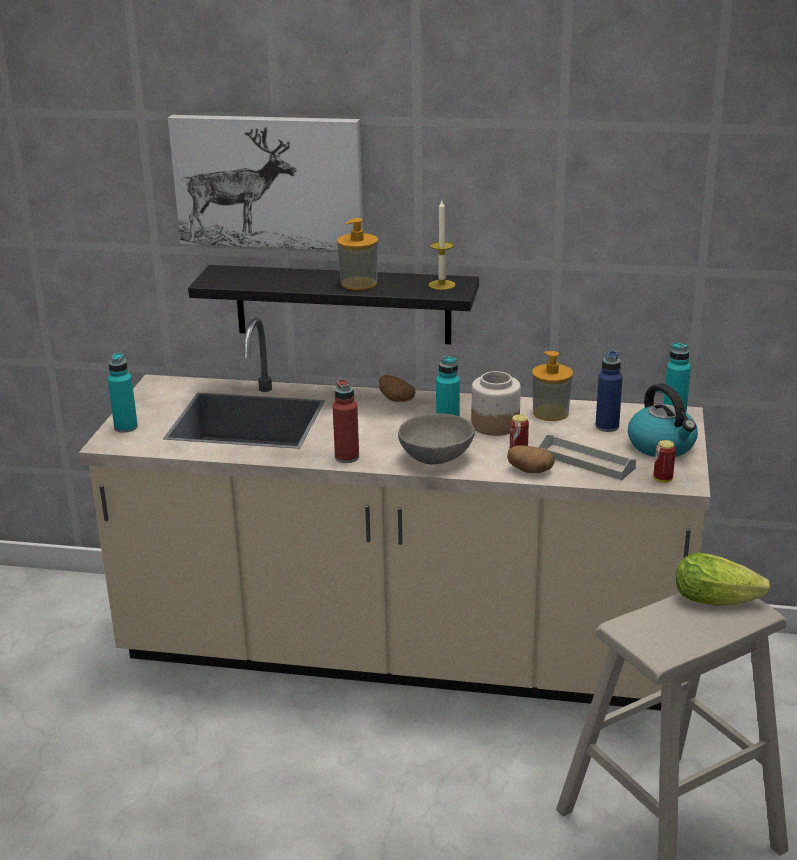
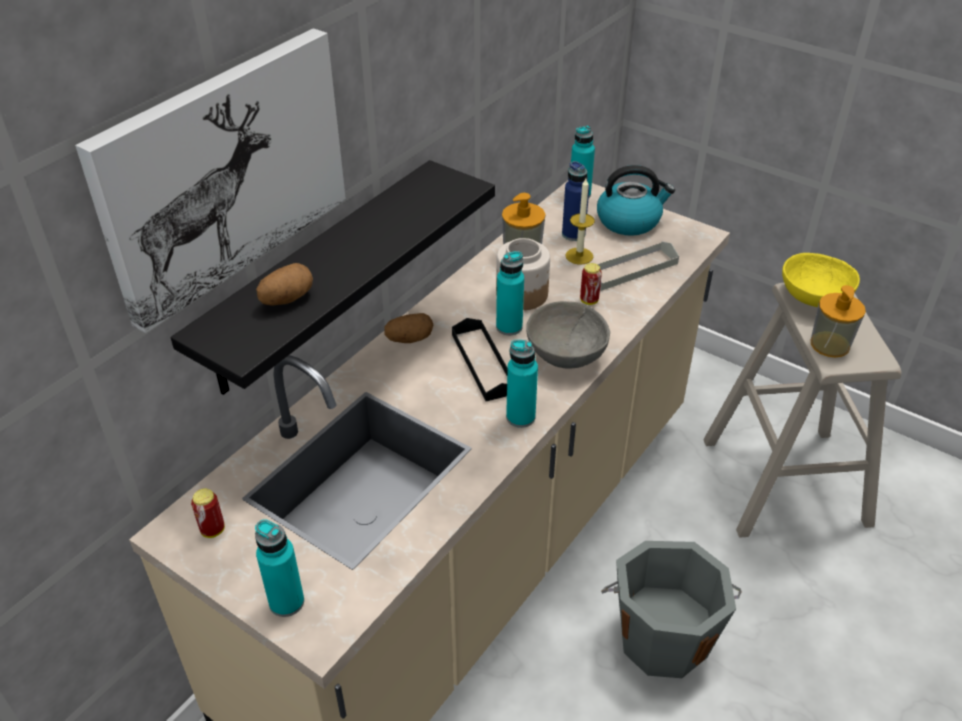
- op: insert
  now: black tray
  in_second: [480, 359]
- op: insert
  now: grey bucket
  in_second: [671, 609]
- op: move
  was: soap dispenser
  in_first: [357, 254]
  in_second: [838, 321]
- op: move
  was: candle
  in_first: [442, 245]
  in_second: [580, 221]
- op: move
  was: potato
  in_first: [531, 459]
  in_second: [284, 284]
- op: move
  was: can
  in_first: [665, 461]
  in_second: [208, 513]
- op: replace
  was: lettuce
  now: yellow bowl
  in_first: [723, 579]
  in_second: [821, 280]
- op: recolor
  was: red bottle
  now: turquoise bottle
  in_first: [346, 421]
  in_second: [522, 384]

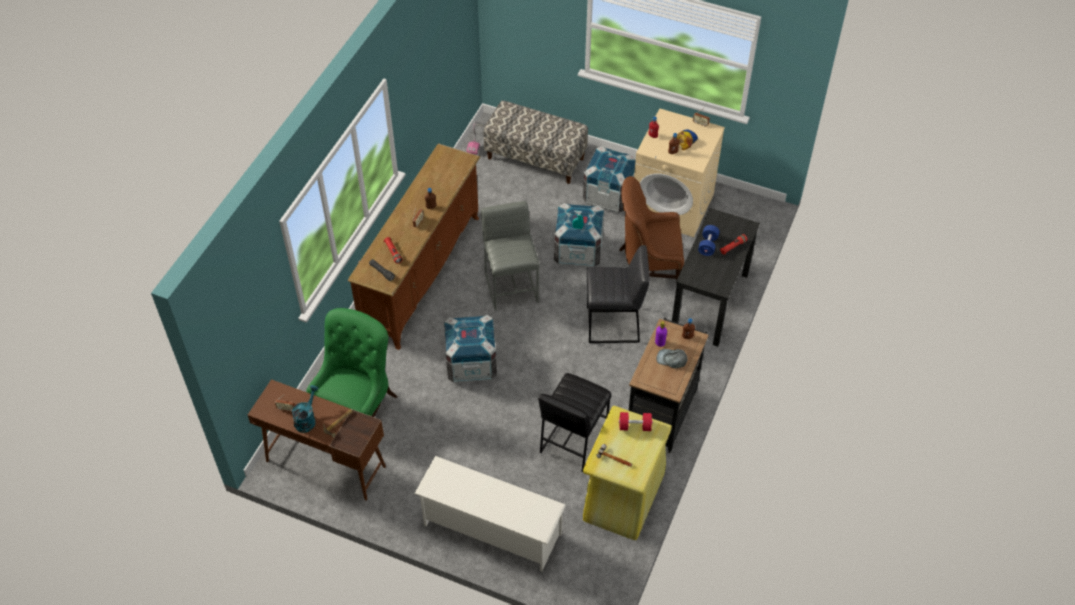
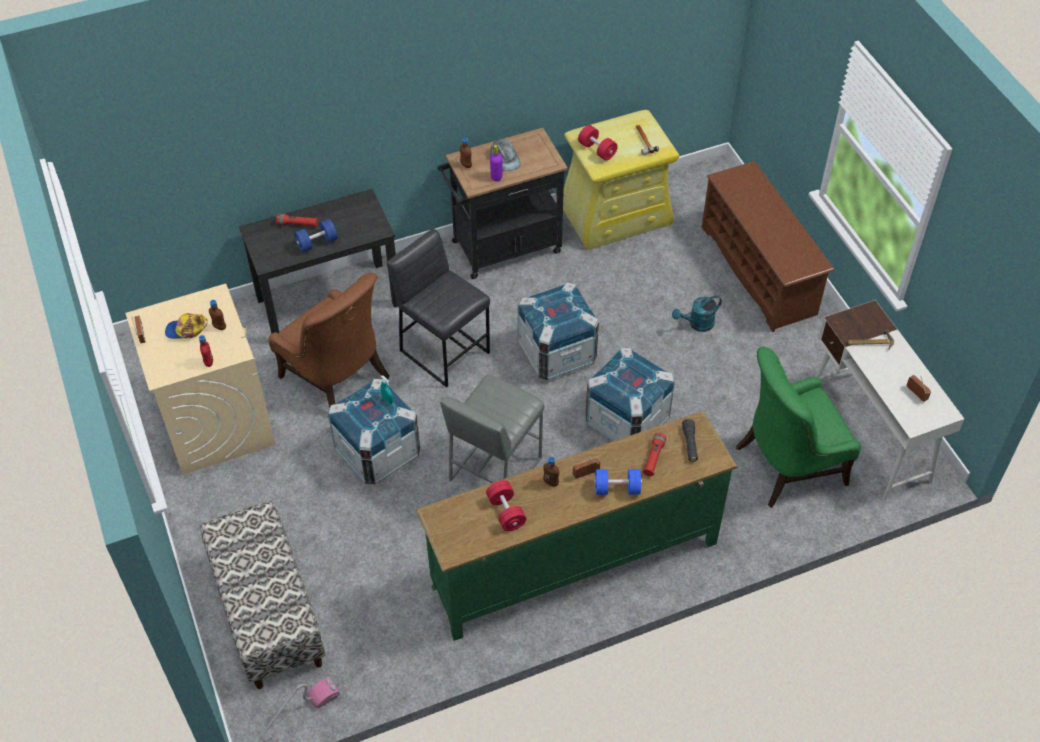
- op: delete
  was: black stool
  in_first: [574, 422]
- op: insert
  now: red dumbbell
  in_second: [506, 505]
- op: insert
  now: blue dumbbell
  in_second: [618, 482]
- op: move
  was: turquoise watering can
  in_first: [305, 409]
  in_second: [697, 313]
- op: move
  was: crate
  in_first: [609, 179]
  in_second: [558, 331]
- op: recolor
  was: brown desk
  now: white desk
  in_first: [317, 439]
  in_second: [889, 400]
- op: recolor
  was: brown cabinet
  now: green cabinet
  in_first: [414, 246]
  in_second: [576, 526]
- op: recolor
  was: white shoe rack
  now: brown shoe rack
  in_first: [490, 513]
  in_second: [768, 246]

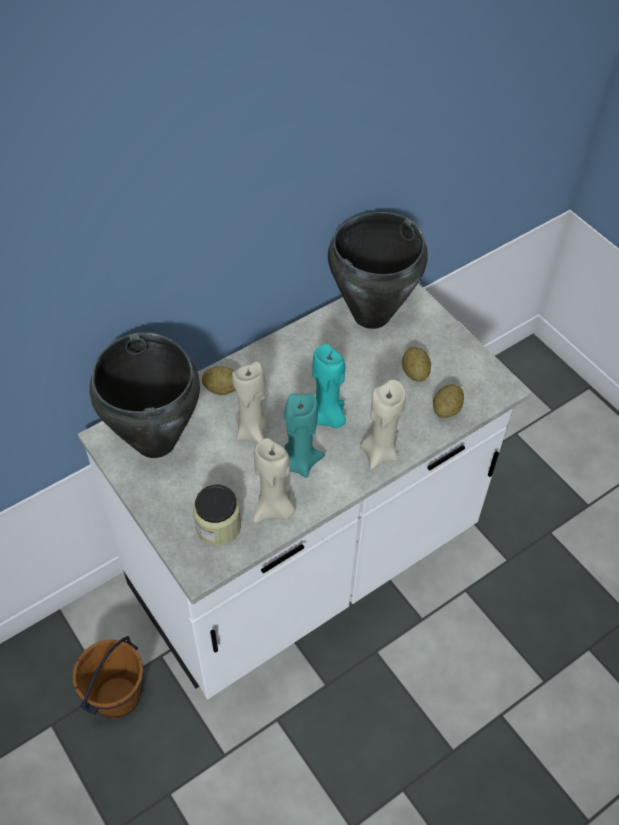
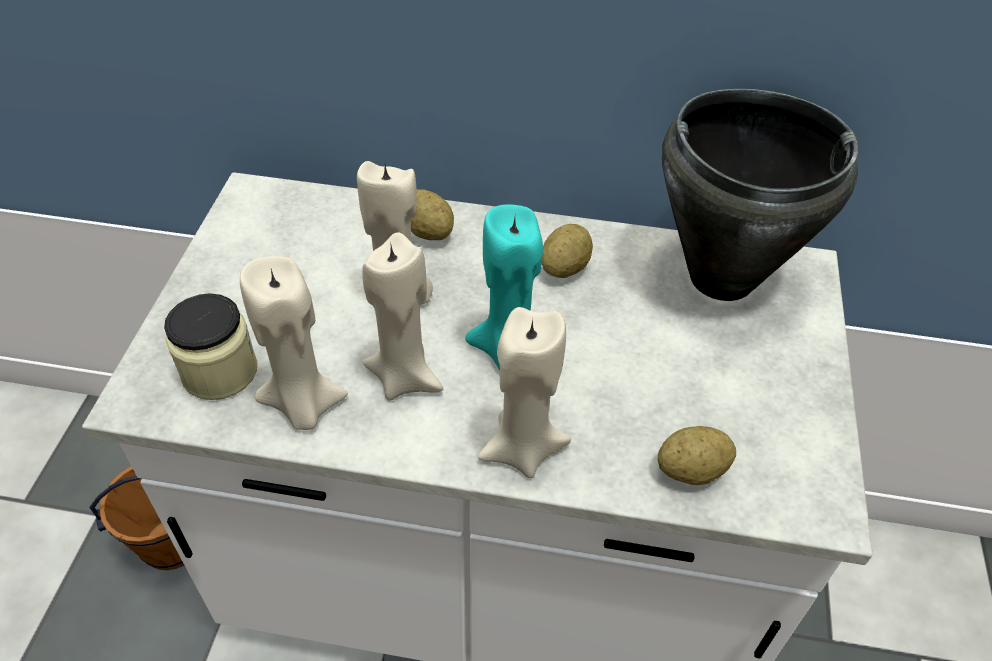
- op: delete
  was: black cooking pot
  in_first: [144, 395]
- op: move
  was: potato
  in_first: [416, 364]
  in_second: [567, 251]
- op: recolor
  was: turquoise candle
  now: beige candle
  in_first: [304, 435]
  in_second: [402, 316]

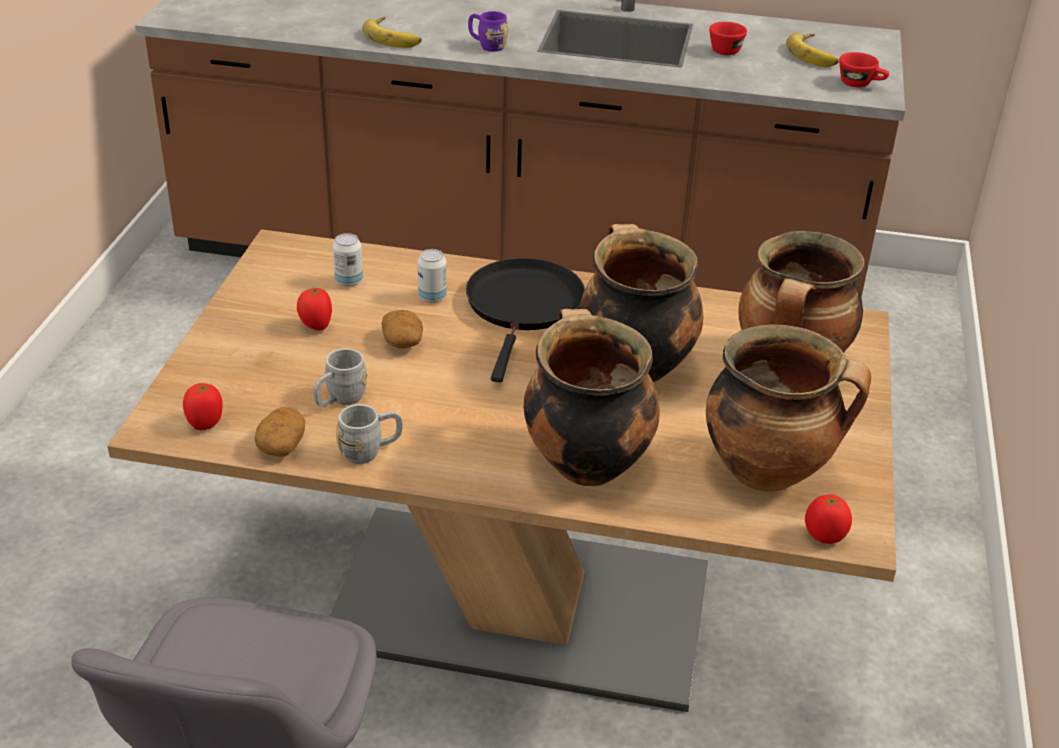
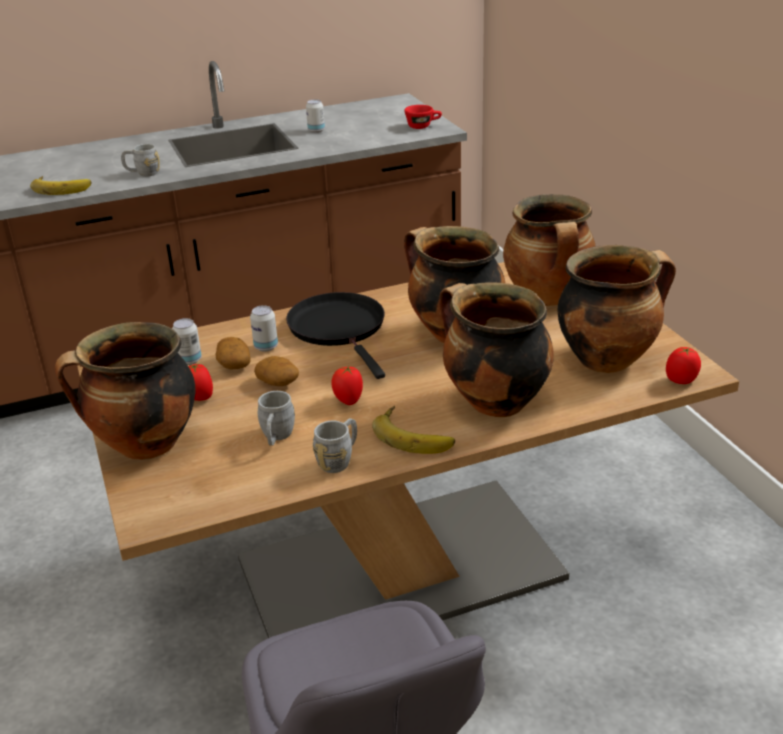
- op: insert
  now: cooking pot
  in_second: [125, 391]
- op: move
  was: tomato
  in_first: [203, 406]
  in_second: [347, 385]
- op: move
  was: potato
  in_first: [280, 432]
  in_second: [233, 353]
- op: move
  was: banana
  in_first: [812, 50]
  in_second: [413, 430]
- op: replace
  was: red cup
  now: can
  in_first: [728, 38]
  in_second: [315, 116]
- op: recolor
  was: purple mug
  now: grey mug
  in_first: [488, 31]
  in_second: [140, 160]

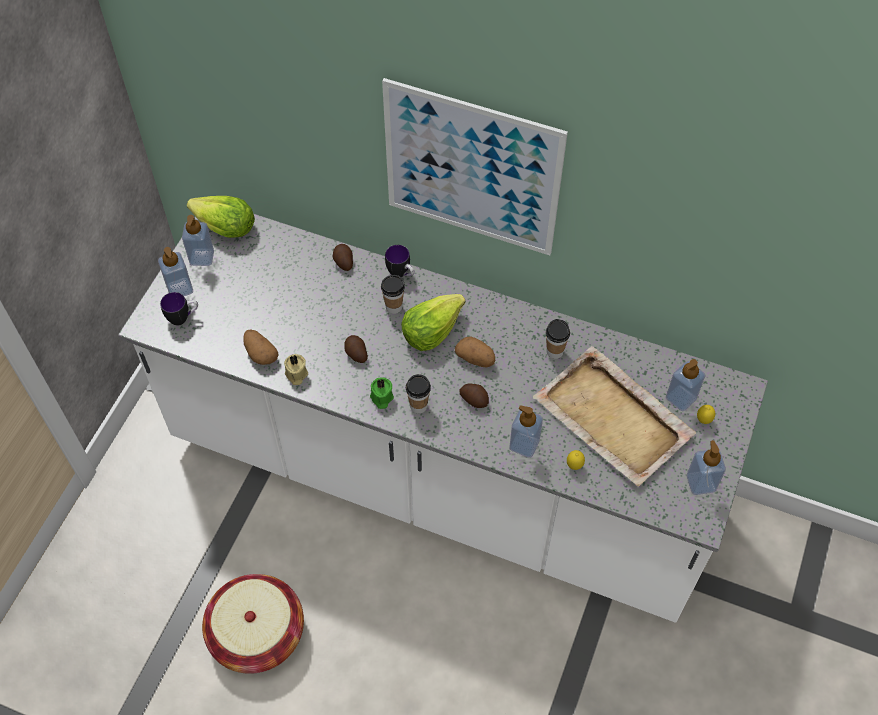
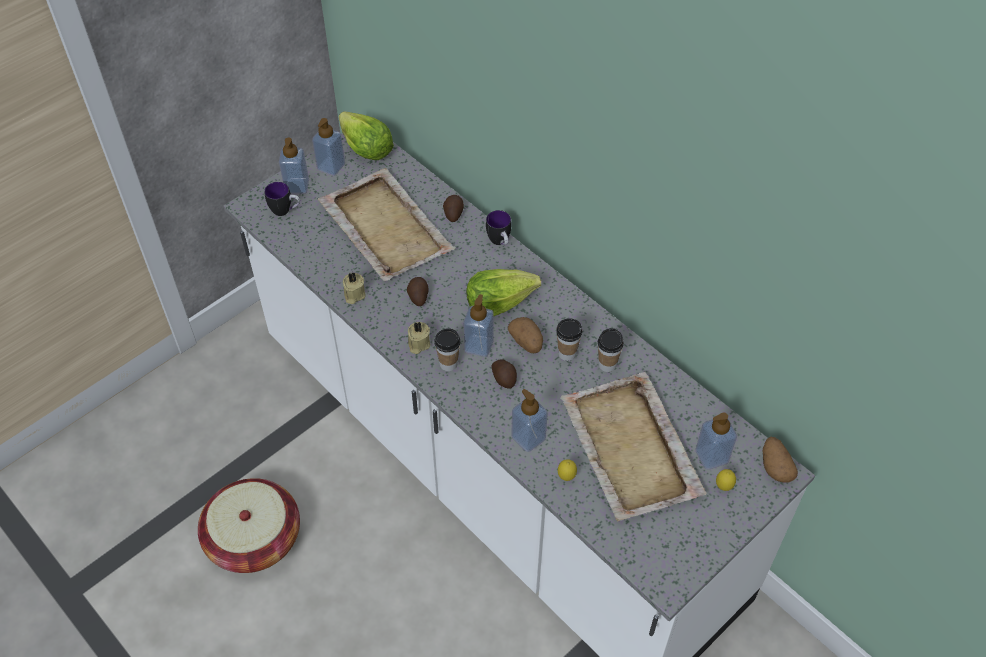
- op: delete
  was: picture
  in_first: [475, 166]
- op: insert
  now: beige tray
  in_second: [387, 224]
- op: move
  was: potato
  in_first: [261, 347]
  in_second: [780, 460]
- op: move
  was: cup
  in_first: [393, 294]
  in_second: [569, 339]
- op: move
  was: soap dispenser
  in_first: [706, 467]
  in_second: [479, 325]
- op: recolor
  was: green candle
  now: beige candle
  in_first: [382, 393]
  in_second: [419, 338]

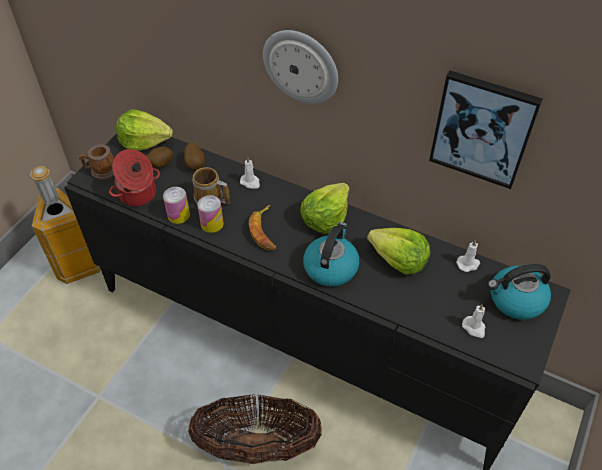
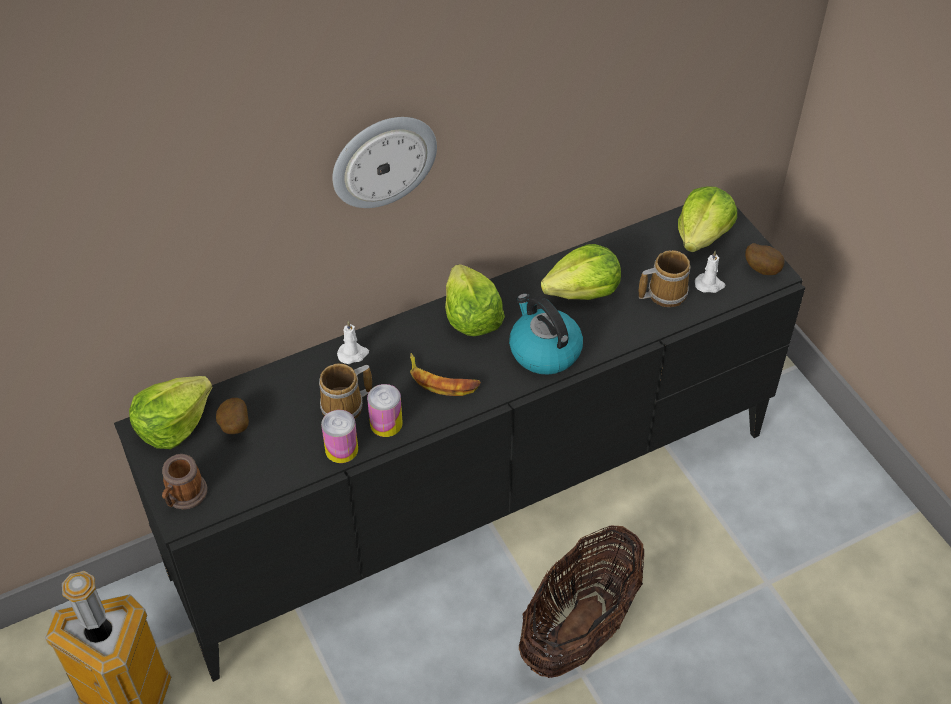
- op: delete
  was: cooking pot
  in_first: [134, 177]
- op: delete
  was: picture
  in_first: [486, 130]
- op: delete
  was: white candle
  in_first: [468, 256]
- op: insert
  now: mug
  in_second: [665, 278]
- op: move
  was: potato
  in_first: [194, 156]
  in_second: [764, 259]
- op: replace
  was: kettle
  now: lettuce
  in_first: [519, 292]
  in_second: [707, 219]

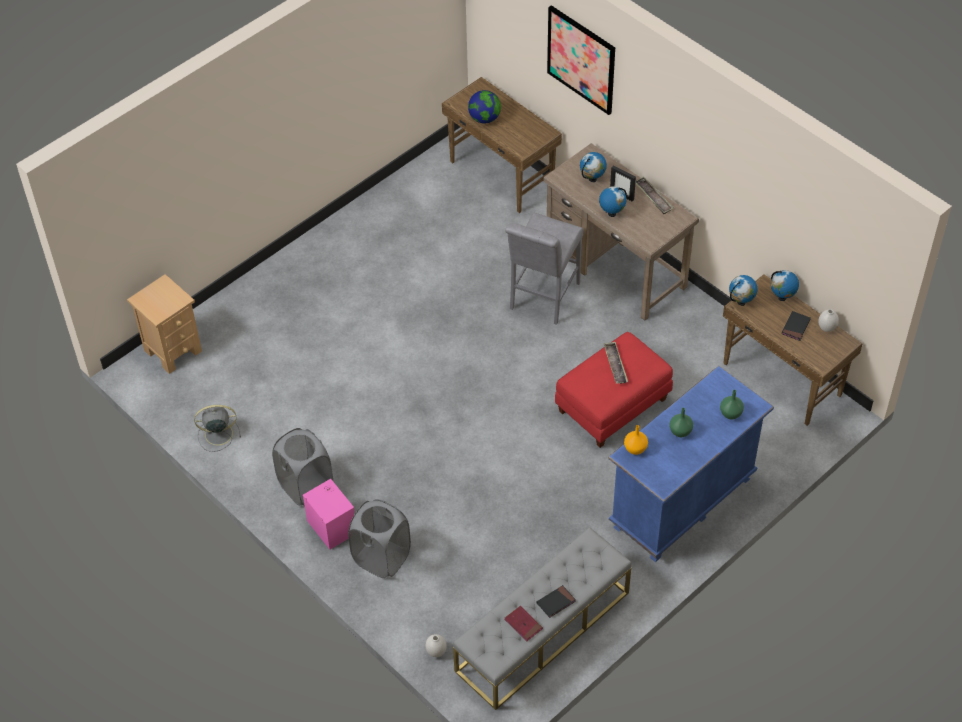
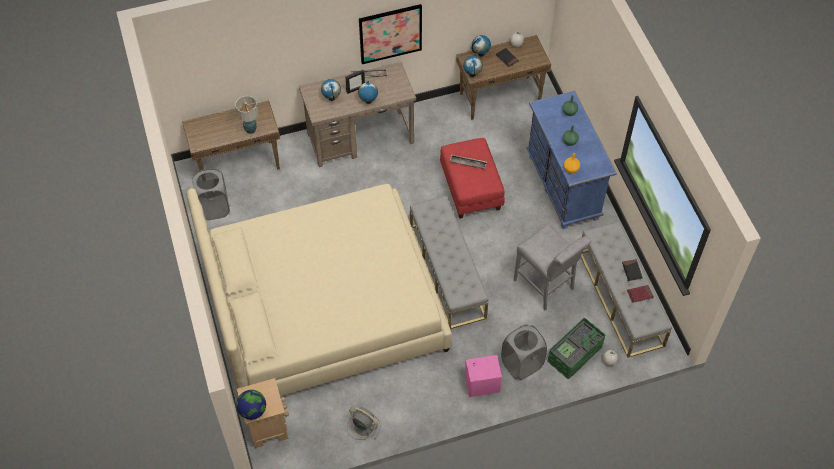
- op: insert
  now: beige bed
  in_second: [319, 290]
- op: insert
  now: table lamp
  in_second: [246, 115]
- op: insert
  now: grey bench
  in_second: [449, 262]
- op: insert
  now: green storage box
  in_second: [576, 348]
- op: move
  was: grey laundry basket
  in_first: [302, 467]
  in_second: [211, 194]
- op: move
  was: globe
  in_first: [484, 106]
  in_second: [251, 405]
- op: move
  was: grey stool
  in_first: [544, 269]
  in_second: [552, 267]
- op: move
  was: picture
  in_first: [581, 60]
  in_second: [390, 34]
- op: rotate
  was: grey fan
  in_first: [217, 428]
  in_second: [364, 423]
  clockwise: 105

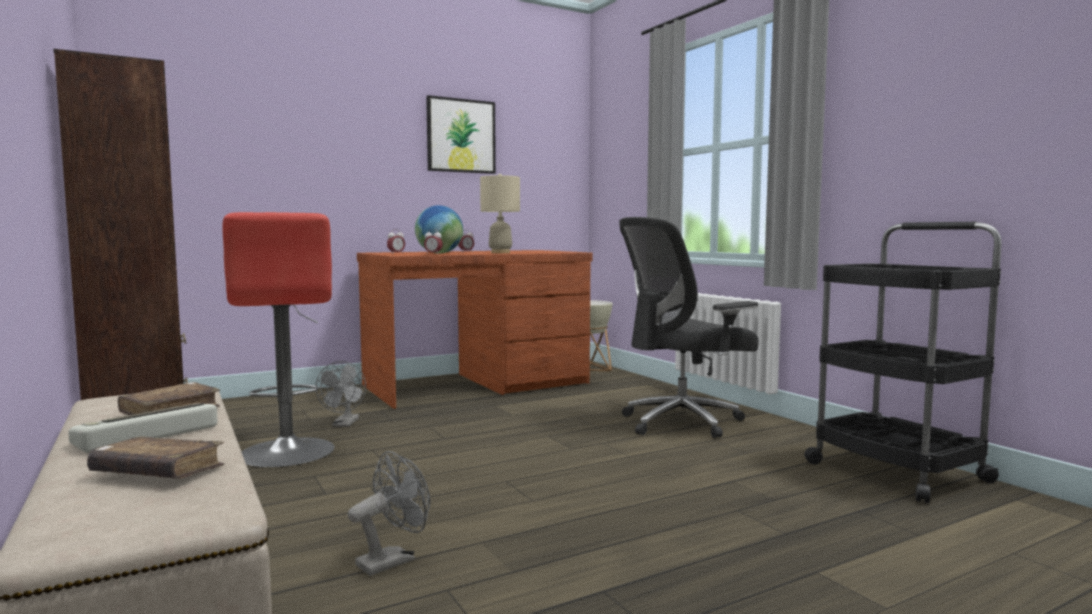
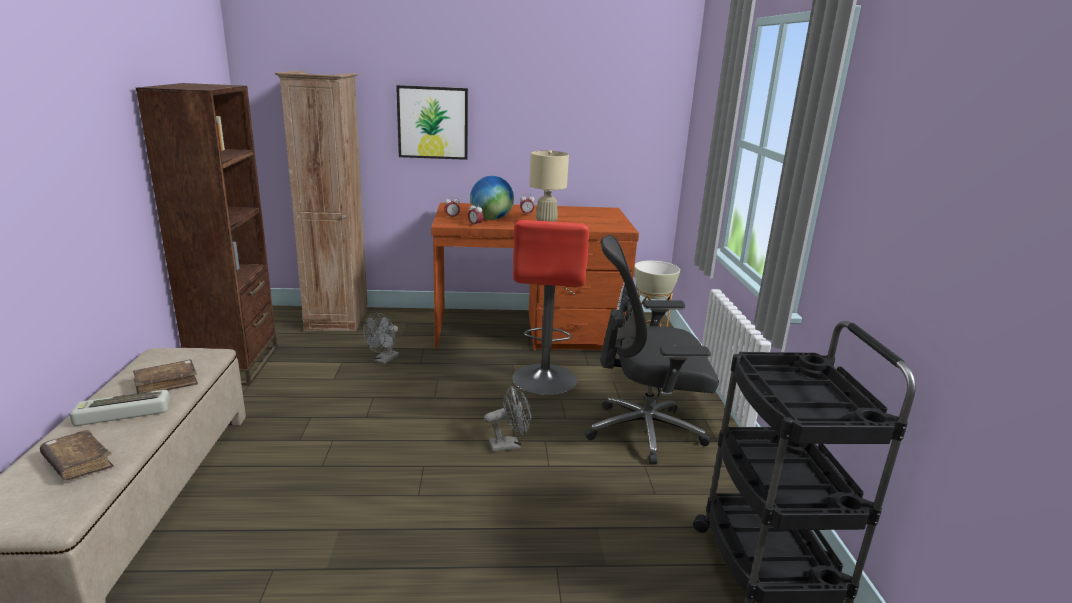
- op: insert
  now: brown cabinet
  in_second: [321, 201]
- op: move
  was: red stool
  in_first: [278, 339]
  in_second: [550, 307]
- op: move
  was: grey fan
  in_first: [389, 513]
  in_second: [507, 418]
- op: move
  was: picture
  in_first: [461, 134]
  in_second: [432, 122]

